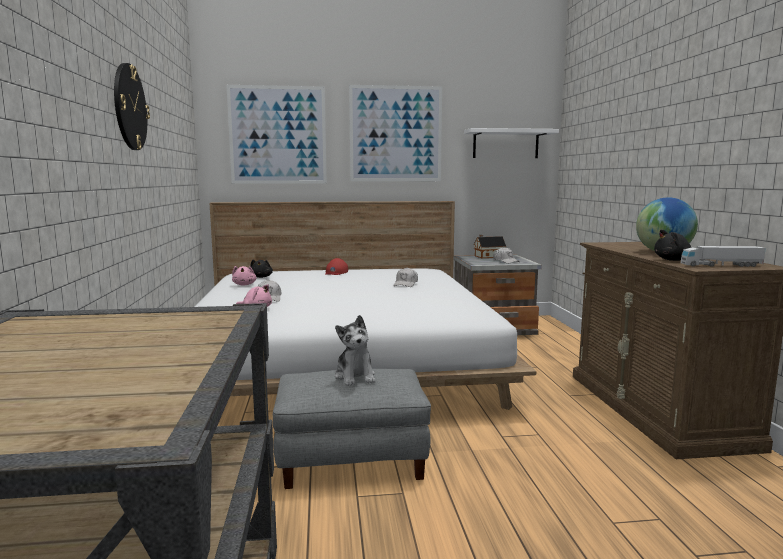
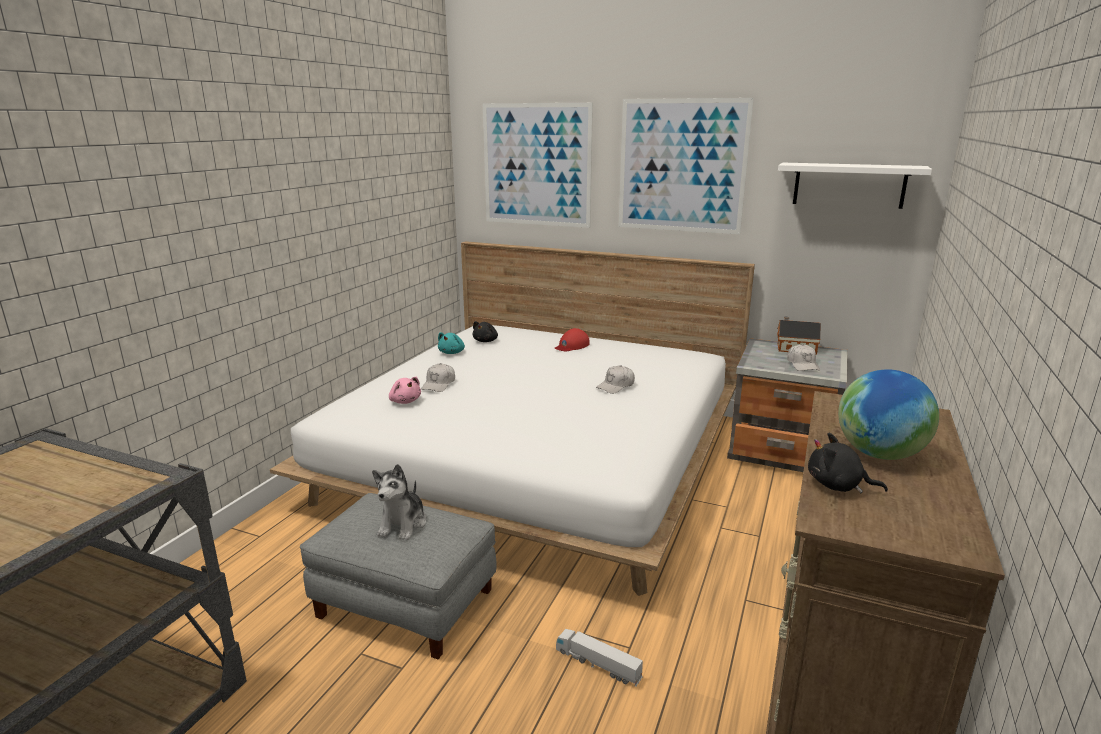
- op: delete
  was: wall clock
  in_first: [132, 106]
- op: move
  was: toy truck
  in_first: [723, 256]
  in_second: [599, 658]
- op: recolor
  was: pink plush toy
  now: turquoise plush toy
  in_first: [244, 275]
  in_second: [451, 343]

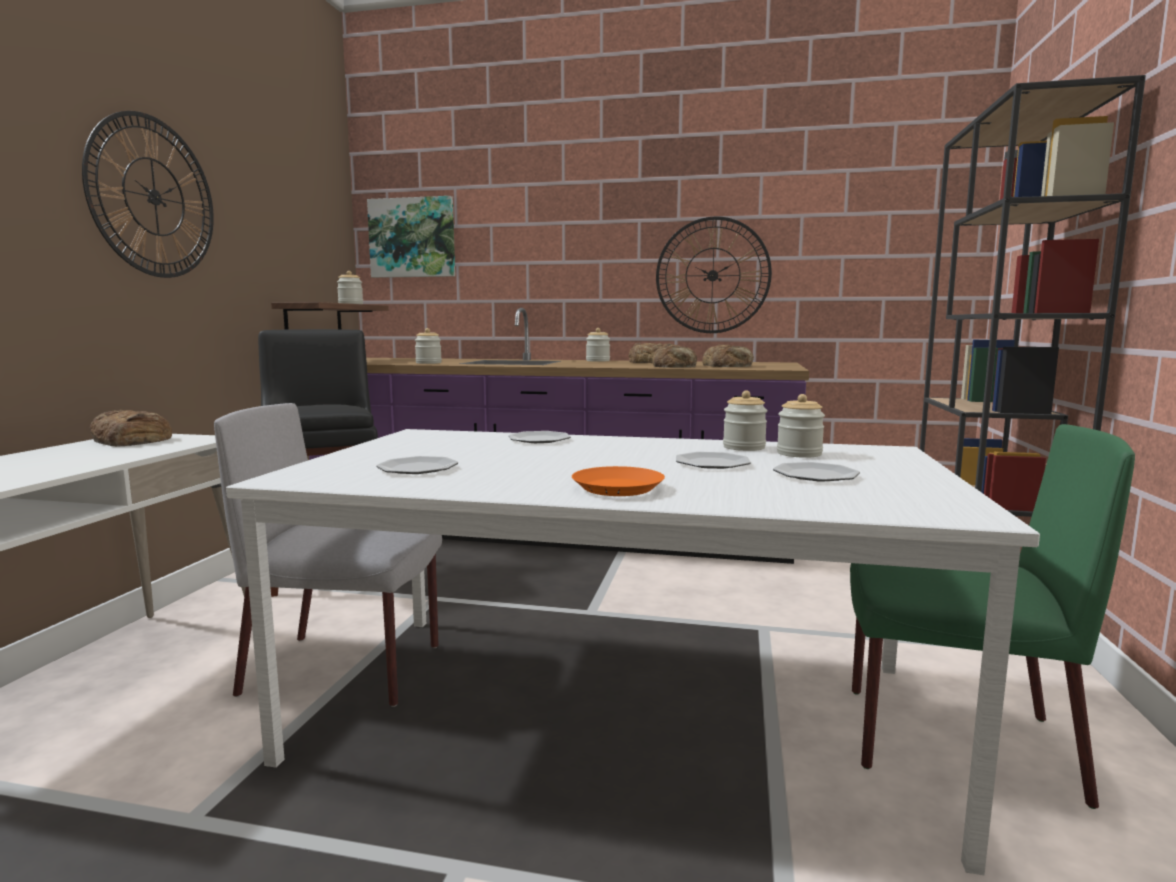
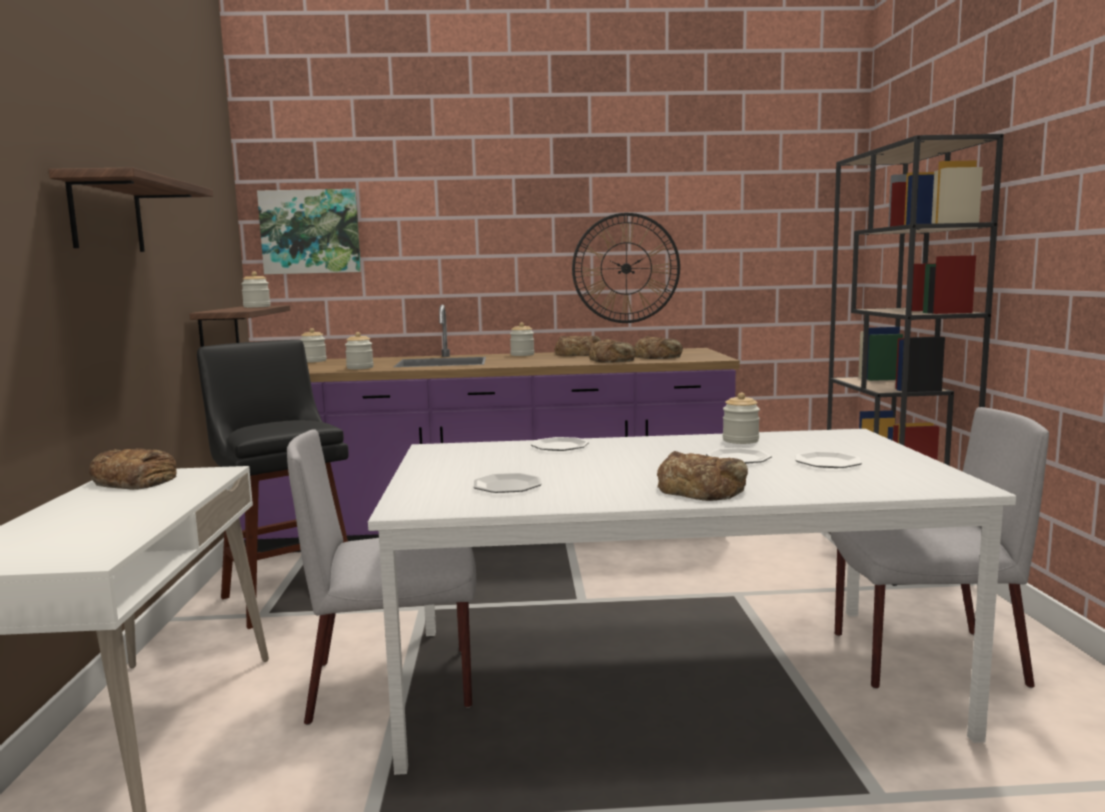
- op: move
  was: jar
  in_first: [801, 426]
  in_second: [313, 345]
- op: replace
  was: wall clock
  now: shelf
  in_first: [148, 194]
  in_second: [131, 209]
- op: replace
  was: orange plate
  now: bread
  in_first: [618, 481]
  in_second: [702, 476]
- op: recolor
  was: green chair
  now: grey chair
  in_first: [992, 616]
  in_second: [940, 548]

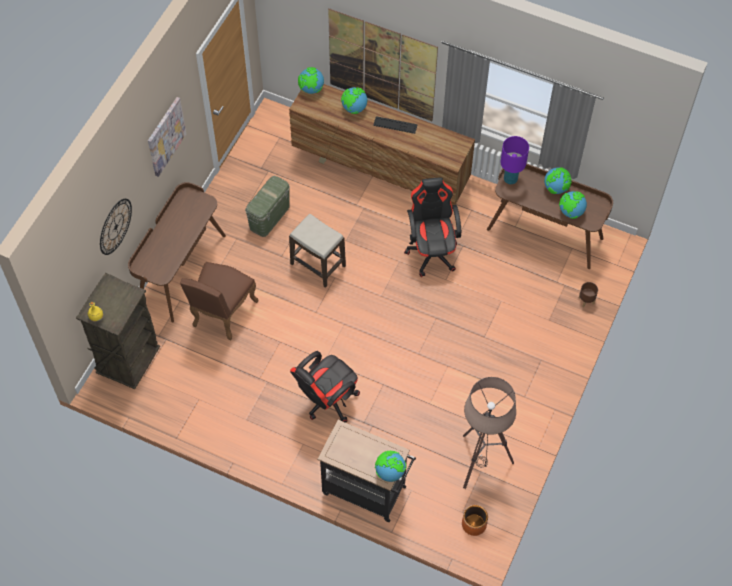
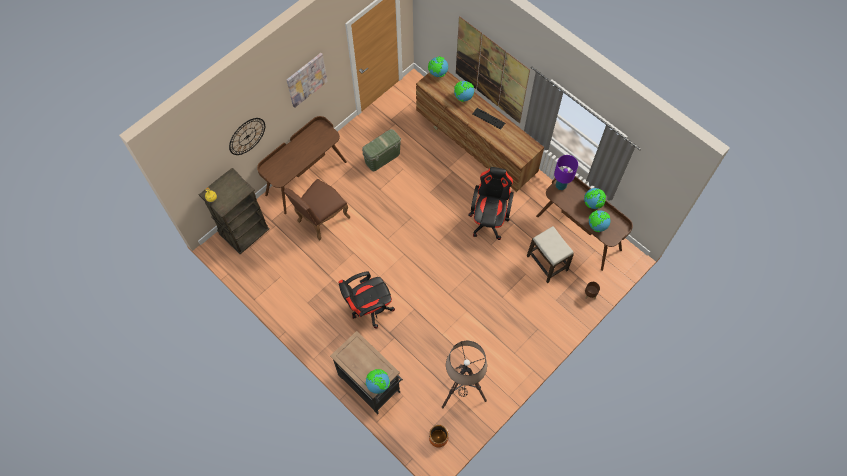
- op: move
  was: stool
  in_first: [317, 251]
  in_second: [550, 254]

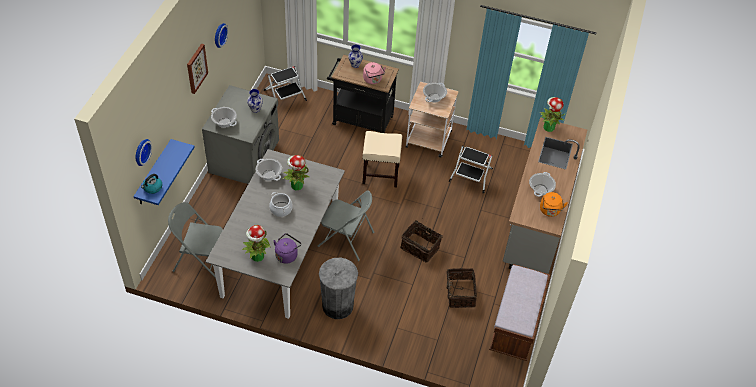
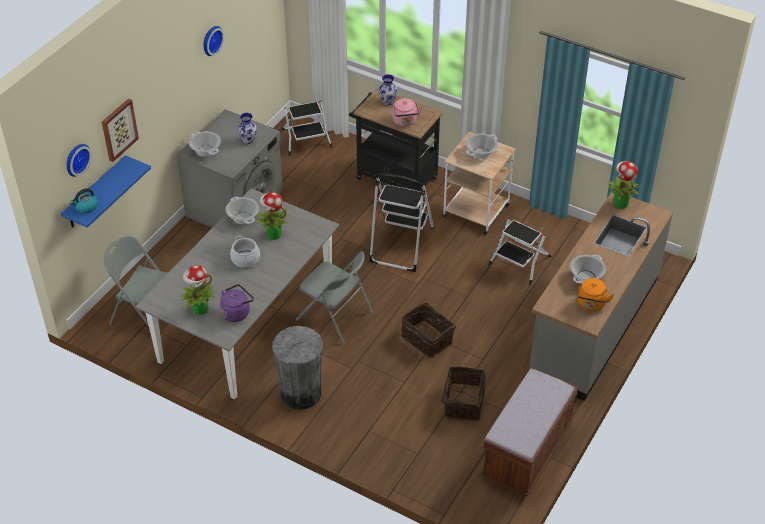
- op: move
  was: picture
  in_first: [197, 68]
  in_second: [120, 130]
- op: replace
  was: beige stool
  now: step ladder
  in_first: [382, 159]
  in_second: [401, 222]

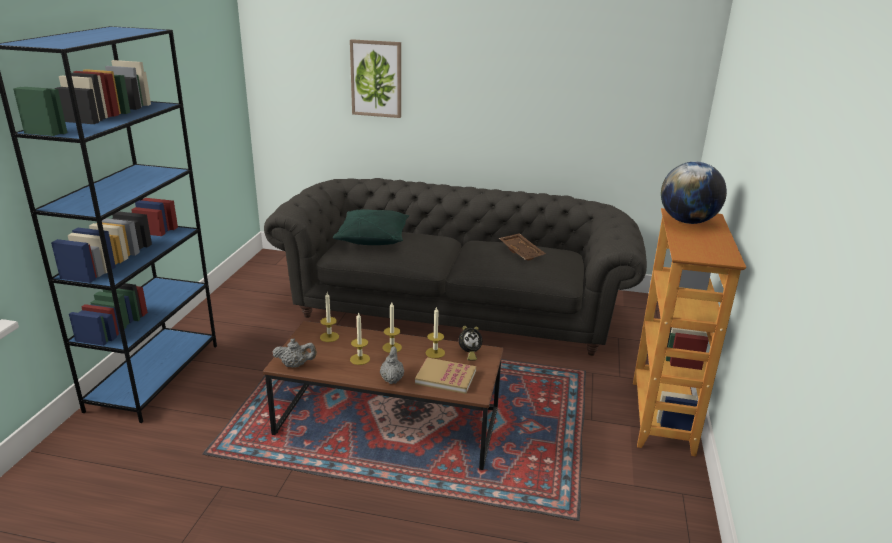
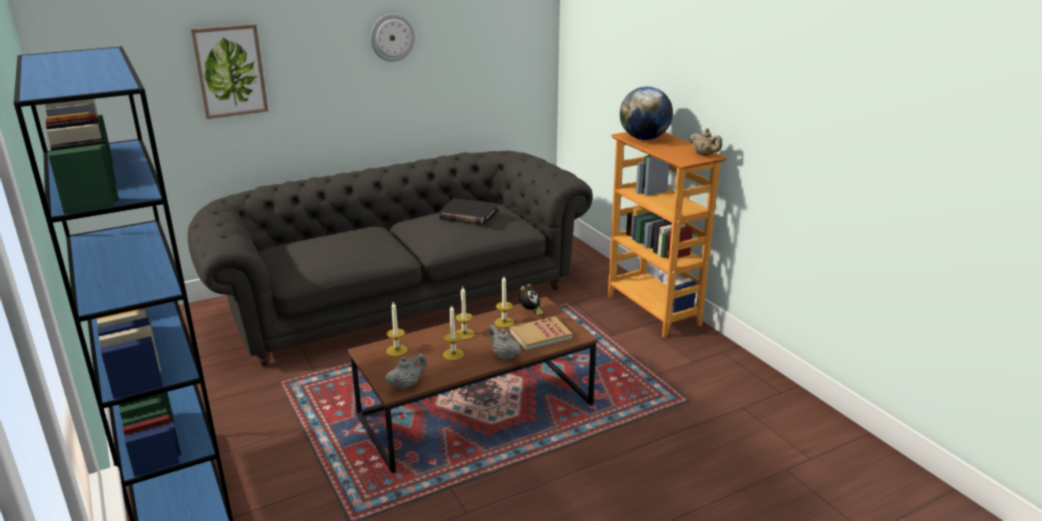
- op: delete
  was: green pillow
  in_first: [371, 227]
- op: insert
  now: wall clock
  in_second: [393, 37]
- op: insert
  now: beige teapot
  in_second: [705, 142]
- op: replace
  was: brown tray
  now: black book
  in_first: [522, 247]
  in_second: [468, 211]

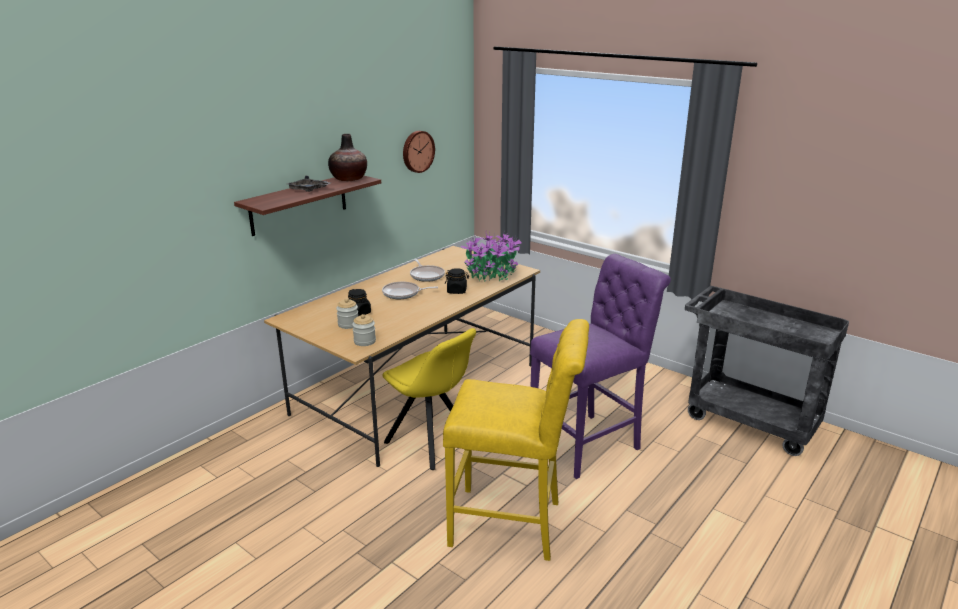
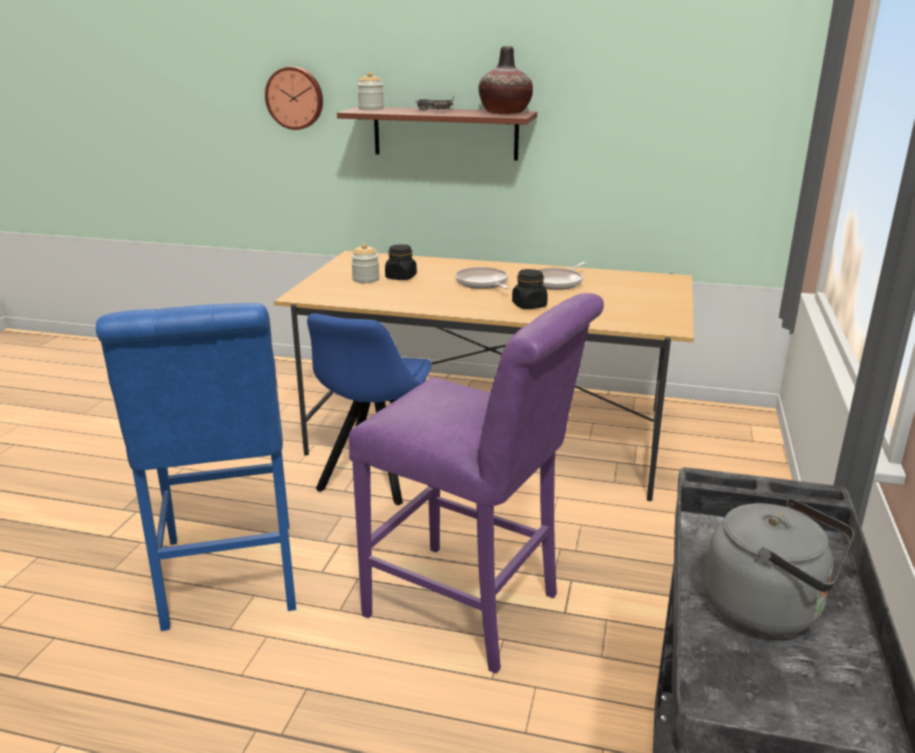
- op: delete
  was: potted plant
  in_first: [491, 255]
- op: insert
  now: grey kettle
  in_second: [779, 567]
- op: move
  was: jar
  in_first: [364, 330]
  in_second: [370, 91]
- op: move
  was: wall clock
  in_first: [419, 152]
  in_second: [294, 98]
- op: recolor
  was: yellow chair
  now: blue chair
  in_first: [429, 399]
  in_second: [369, 409]
- op: recolor
  was: yellow stool
  now: blue stool
  in_first: [516, 440]
  in_second: [196, 467]

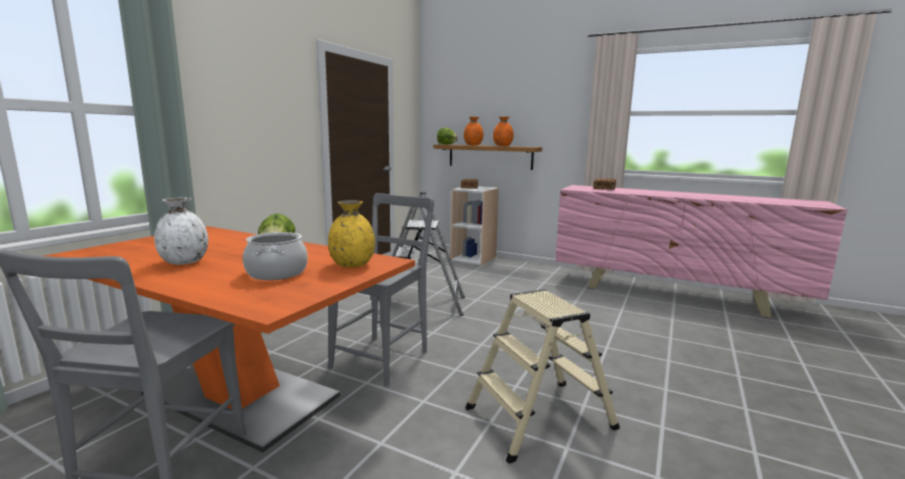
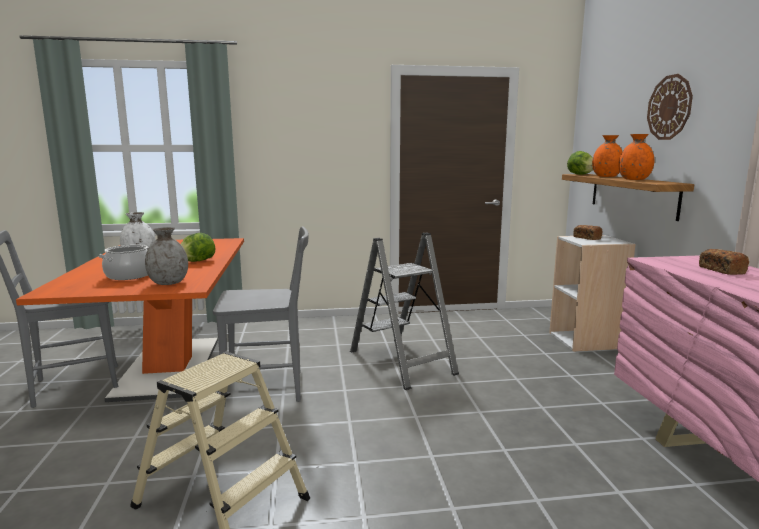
- op: insert
  now: wall clock
  in_second: [670, 107]
- op: recolor
  was: yellow vase
  now: grey vase
  in_first: [351, 234]
  in_second: [166, 256]

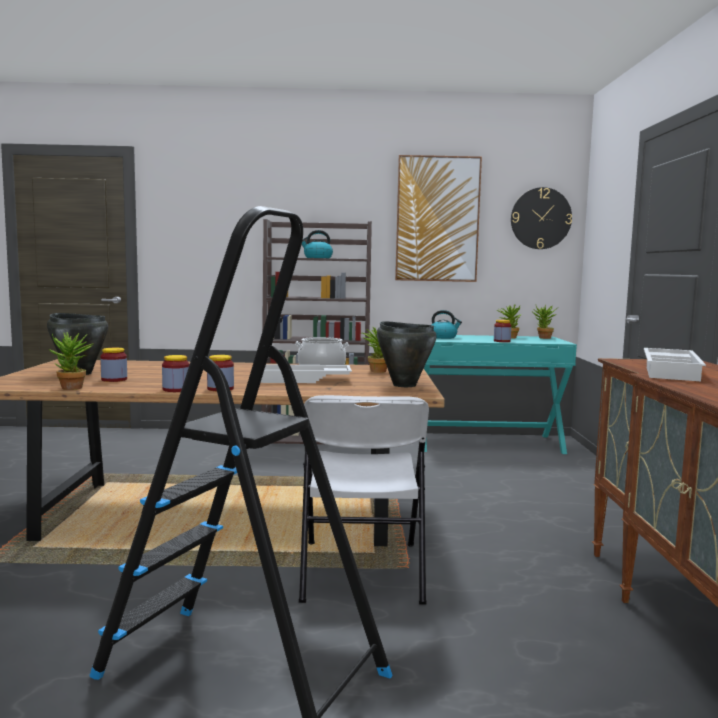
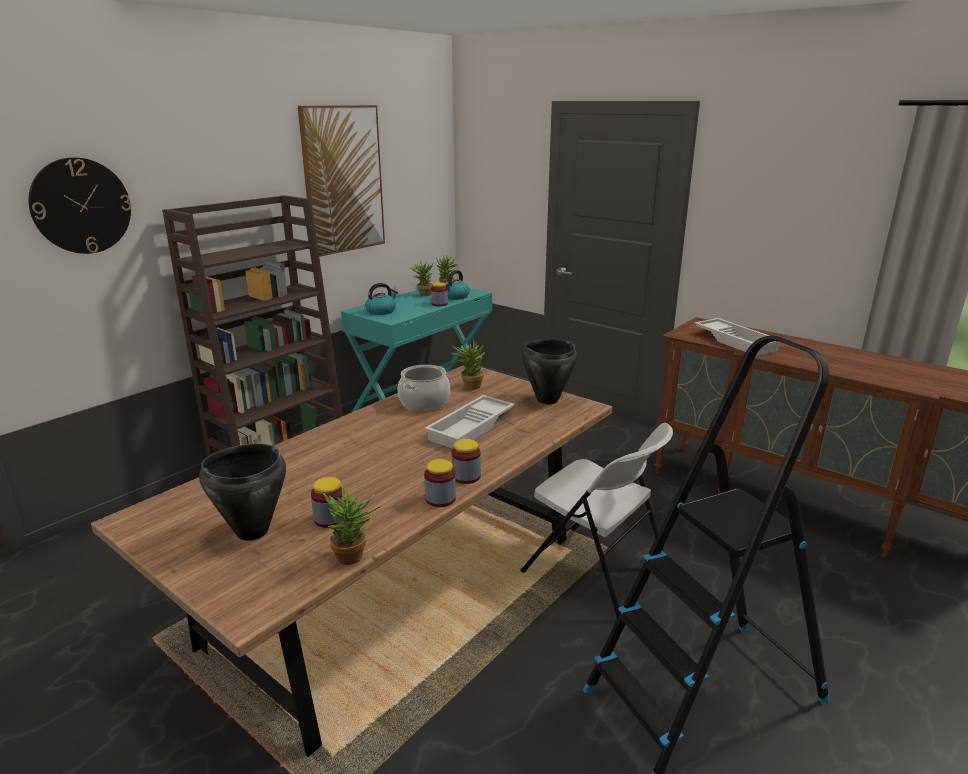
- op: move
  was: kettle
  in_first: [317, 244]
  in_second: [457, 285]
- op: move
  was: wall clock
  in_first: [541, 218]
  in_second: [79, 205]

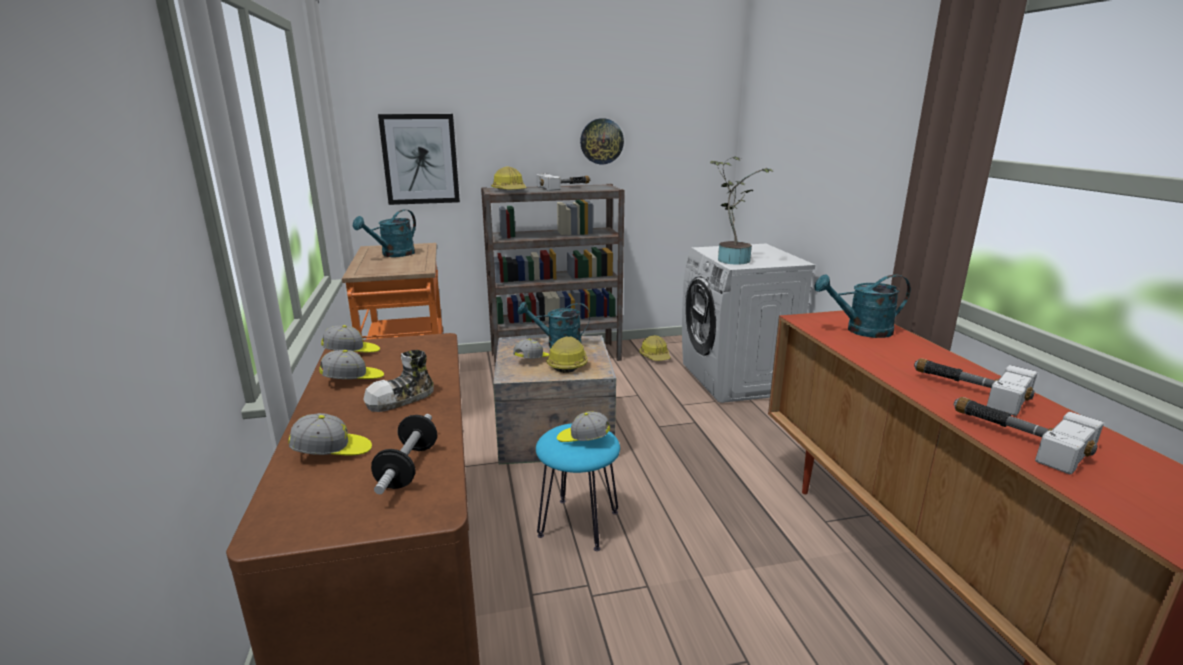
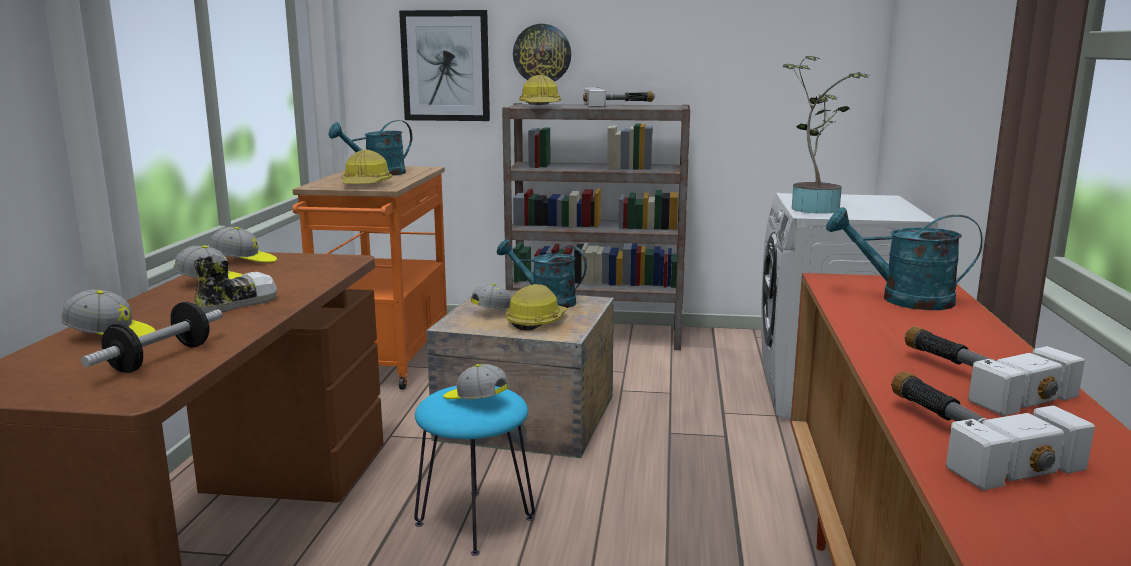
- op: move
  was: wall clock
  in_first: [602, 141]
  in_second: [542, 53]
- op: move
  was: hard hat
  in_first: [655, 348]
  in_second: [367, 167]
- op: rotate
  was: shoe
  in_first: [398, 381]
  in_second: [235, 284]
  clockwise: 150

